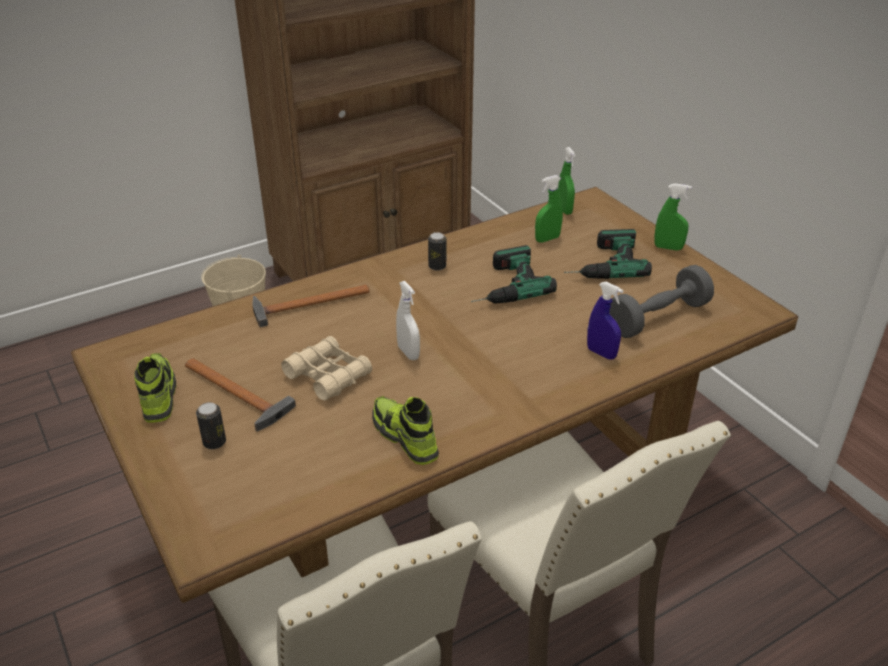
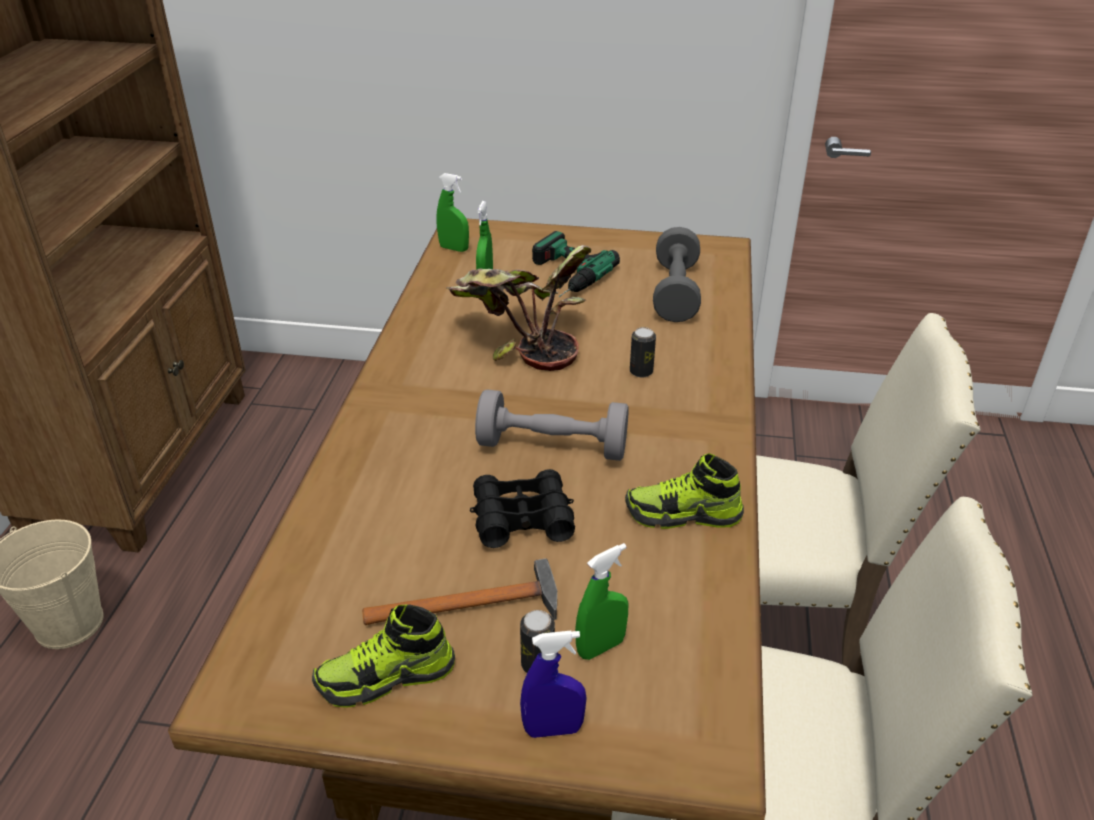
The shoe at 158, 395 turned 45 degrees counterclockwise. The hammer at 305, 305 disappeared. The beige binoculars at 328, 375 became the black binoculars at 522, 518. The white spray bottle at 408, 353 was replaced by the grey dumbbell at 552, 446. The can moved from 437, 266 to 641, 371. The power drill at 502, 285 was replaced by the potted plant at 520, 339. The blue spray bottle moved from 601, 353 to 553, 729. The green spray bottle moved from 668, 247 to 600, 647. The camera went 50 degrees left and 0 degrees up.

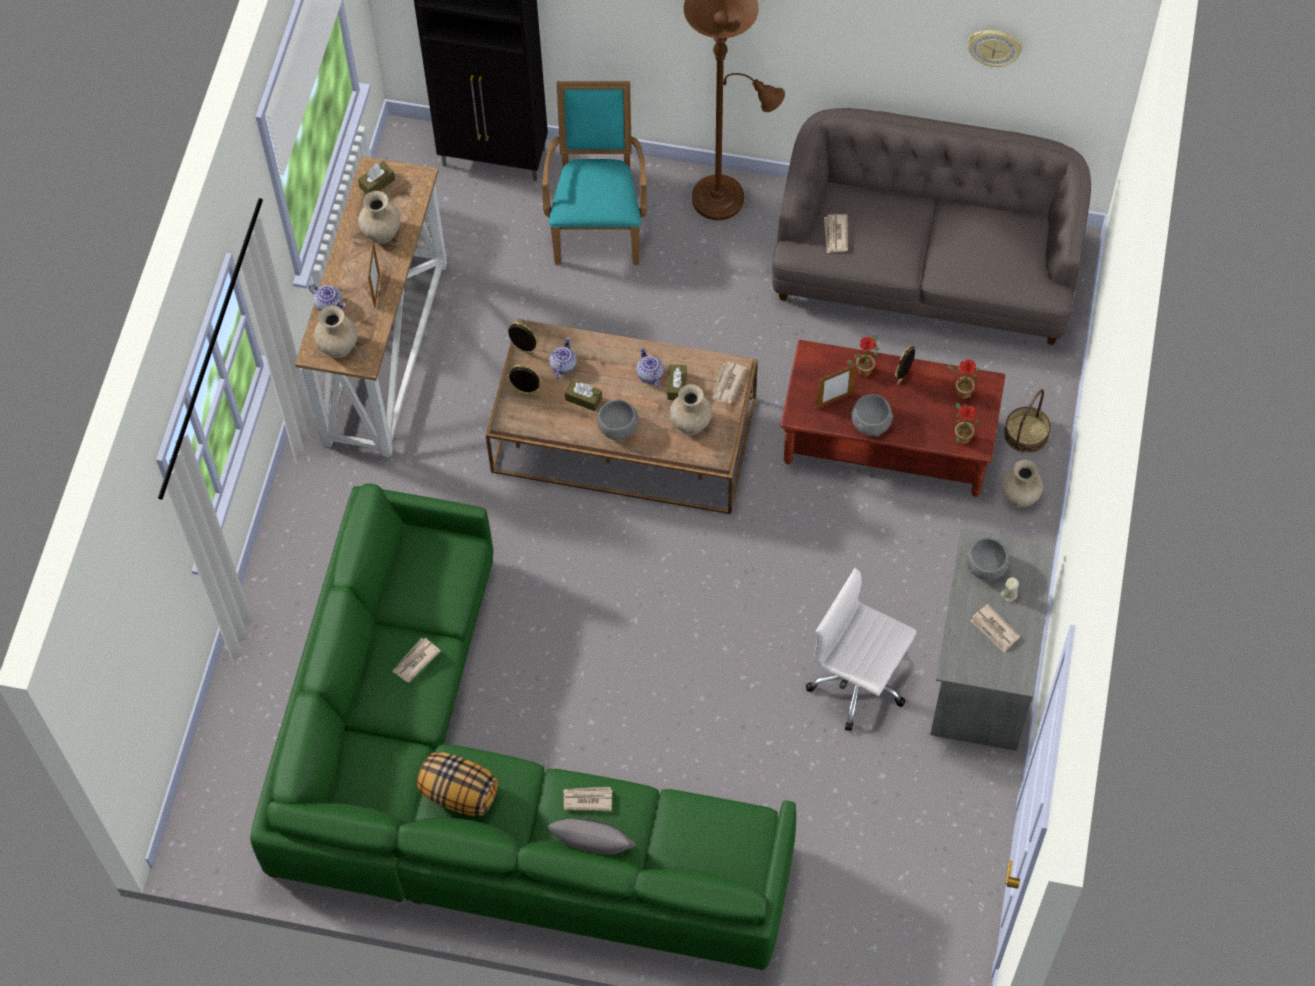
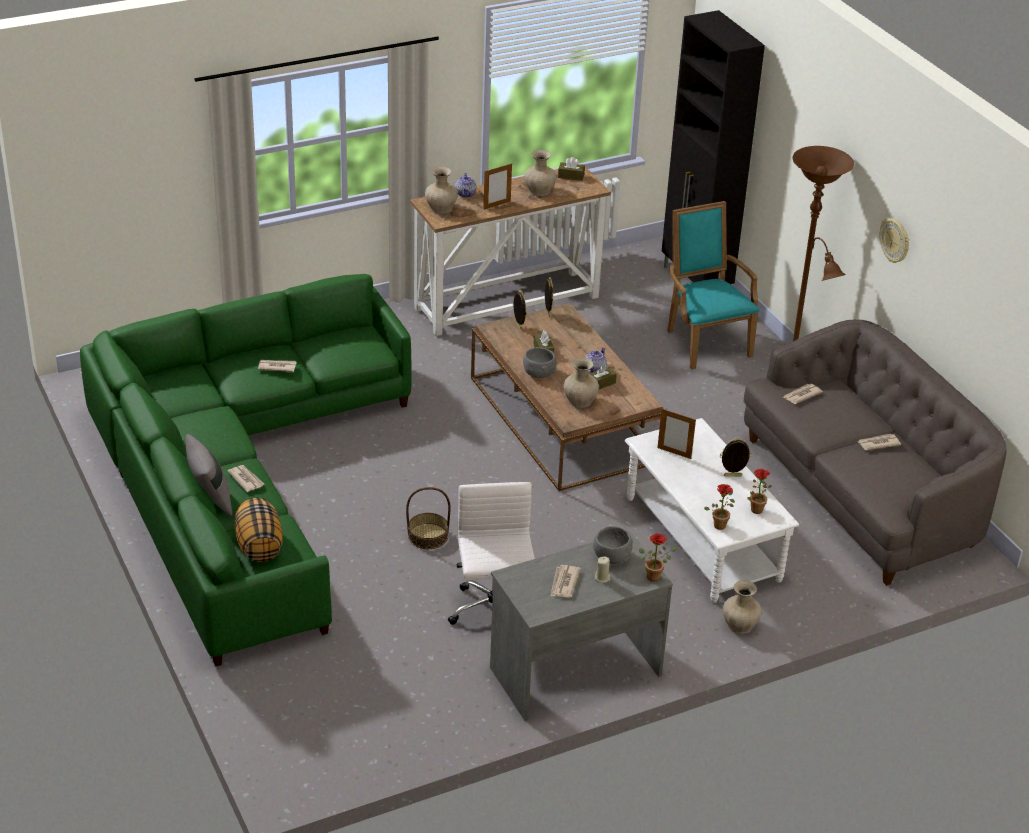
The pillow moved from 458, 793 to 259, 545. The turquoise armchair at 598, 223 turned 75 degrees counterclockwise. The teapot at 563, 365 disappeared. The newspaper moved from 727, 384 to 878, 443. The brown coffee table at 888, 442 became the white coffee table at 702, 539. The potted plant moved from 864, 368 to 655, 576. The grey bowl at 871, 423 disappeared. The wall clock moved from 994, 47 to 895, 241. The basket moved from 1026, 433 to 428, 536. The camera went 50 degrees right and 25 degrees down.

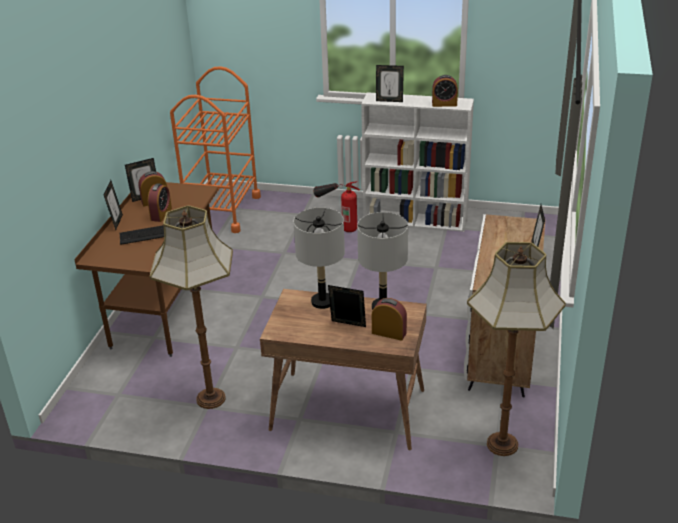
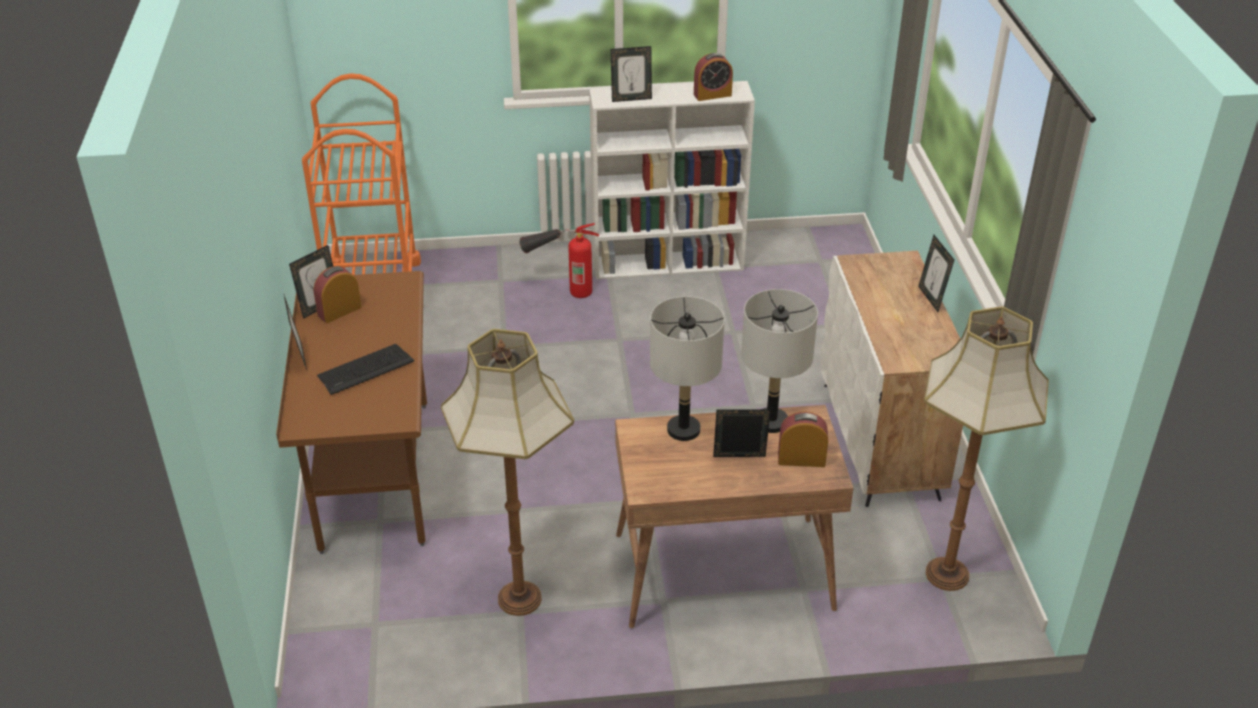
The alarm clock at 161, 214 disappeared. The camera went 20 degrees left and 5 degrees up.

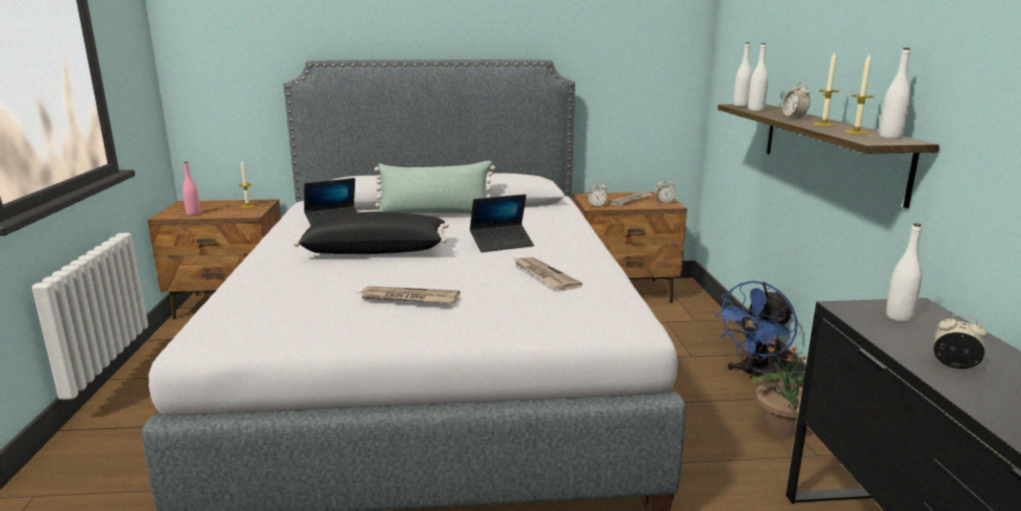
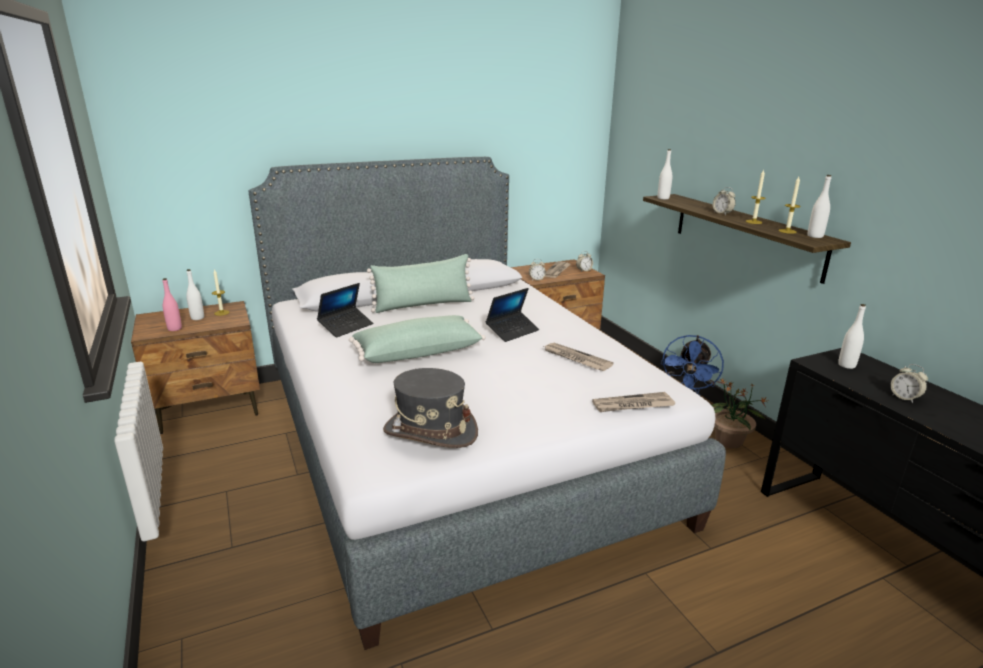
The black pillow at 376, 251 became the green pillow at 417, 352. The newspaper moved from 409, 298 to 632, 405. The white bottle moved from 756, 110 to 197, 318. The alarm clock at 954, 365 turned 135 degrees counterclockwise. The grey hat at 430, 432 appeared. The camera went 20 degrees left and 5 degrees up.

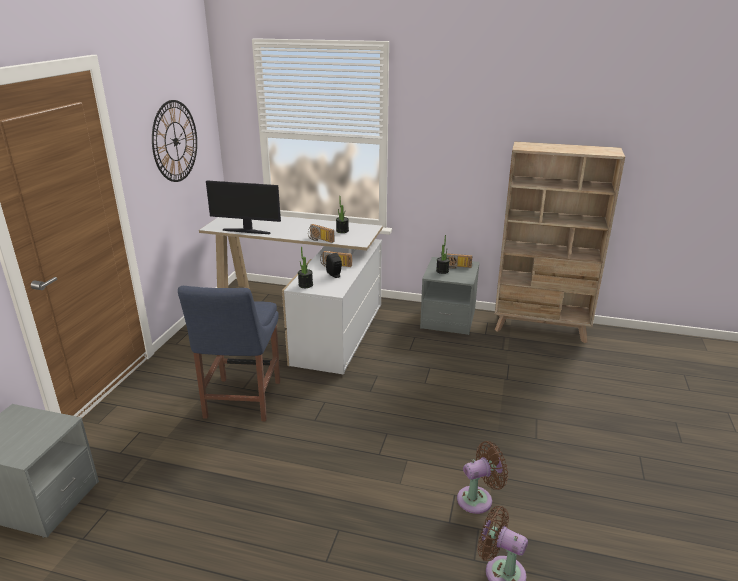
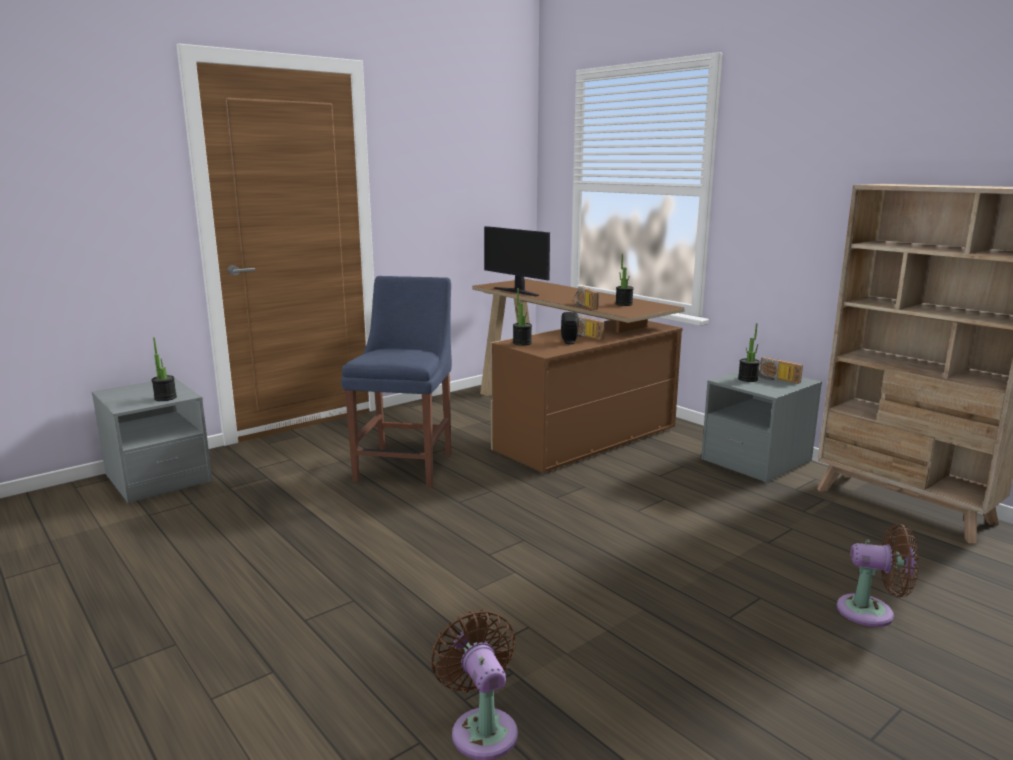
The wall clock at 175, 141 disappeared. The blue chair at 241, 402 turned 150 degrees clockwise. The white desk at 305, 320 became the brown desk at 564, 419. The brown fan moved from 478, 499 to 871, 612. The potted plant at 165, 398 appeared. The camera went 35 degrees right and 10 degrees down.

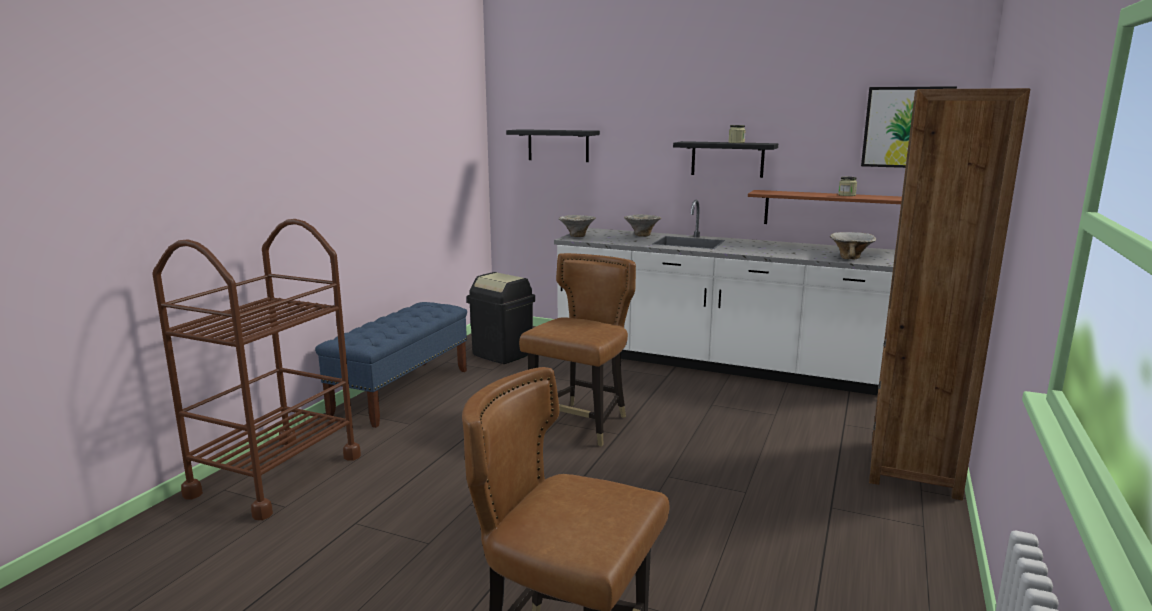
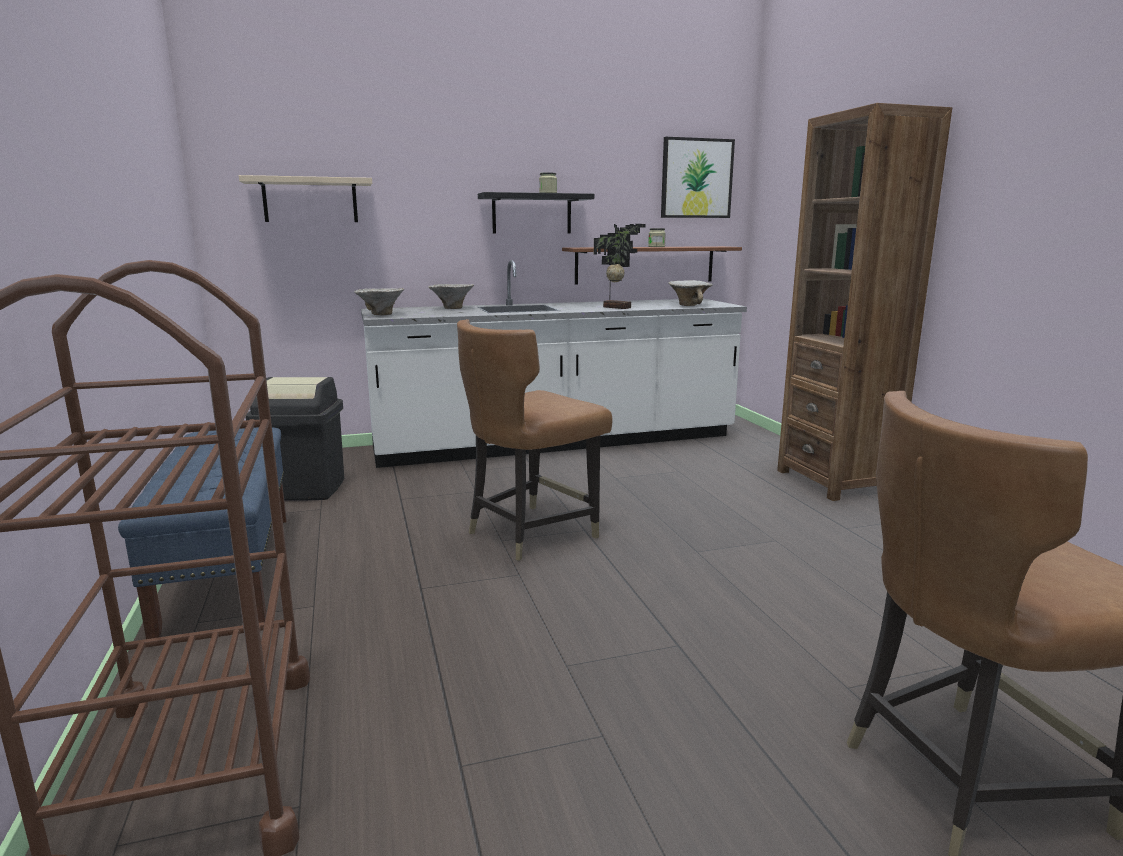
The black shelf at 558, 145 became the beige shelf at 310, 200. The brown chair at 581, 424 turned 120 degrees counterclockwise. The potted plant at 617, 307 appeared. The camera went 40 degrees left and 0 degrees up.

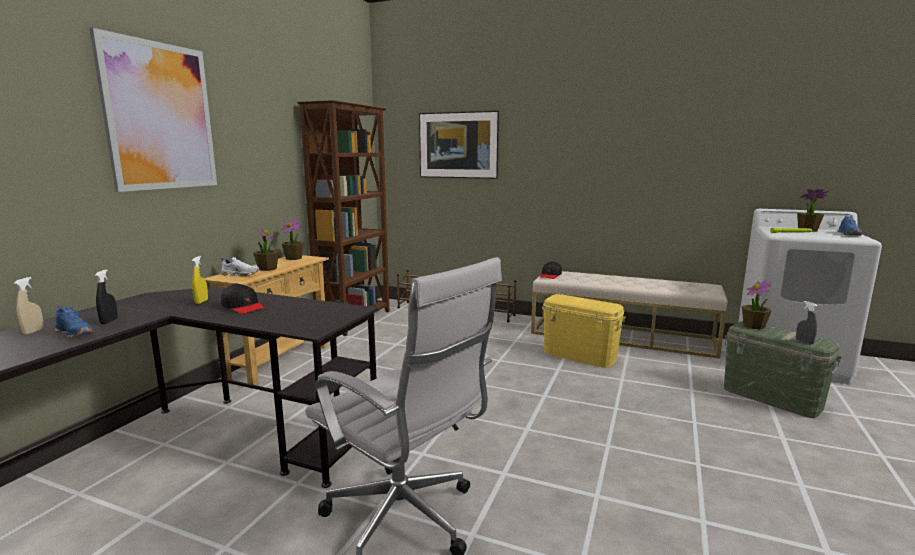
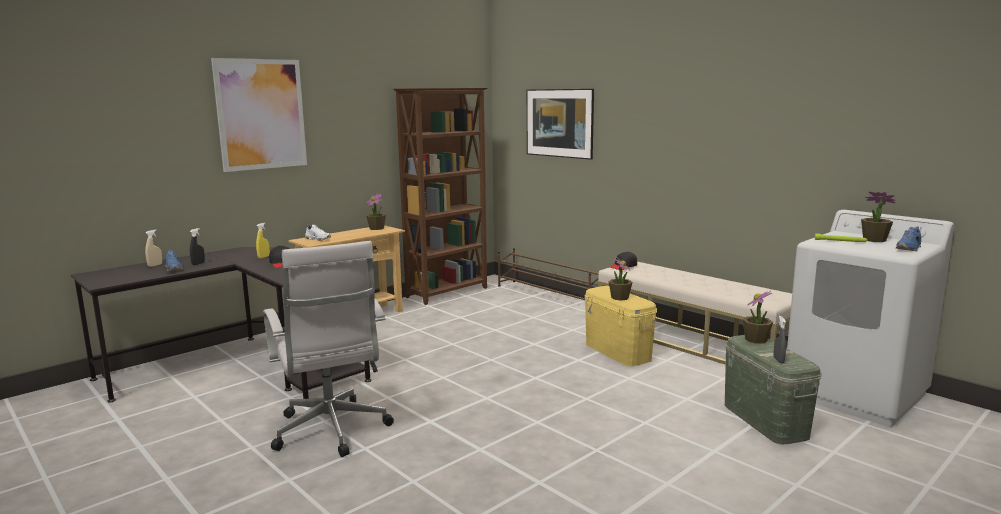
The potted plant moved from 267, 269 to 619, 297. The camera went 25 degrees right and 0 degrees up.

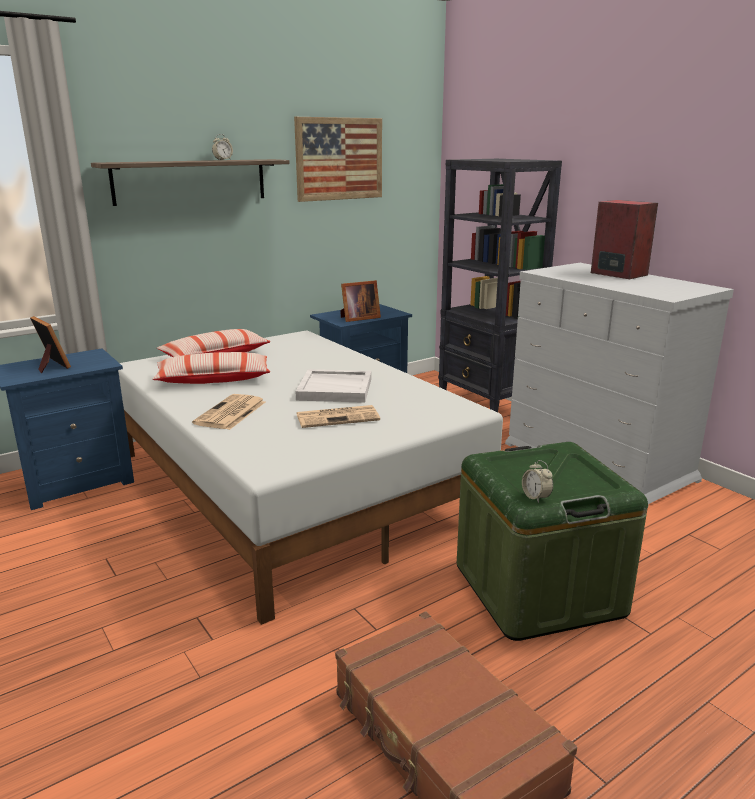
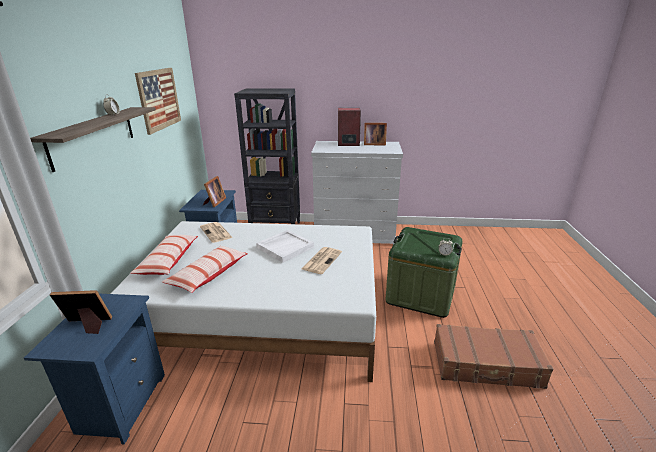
The newspaper moved from 230, 413 to 216, 232. The picture frame at 373, 144 appeared. The camera went 50 degrees left and 5 degrees up.

